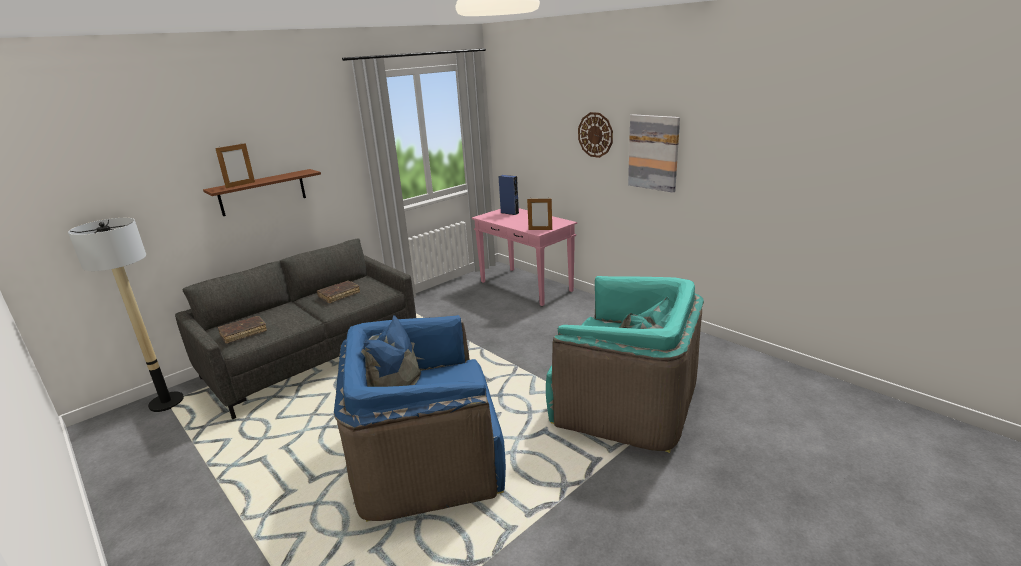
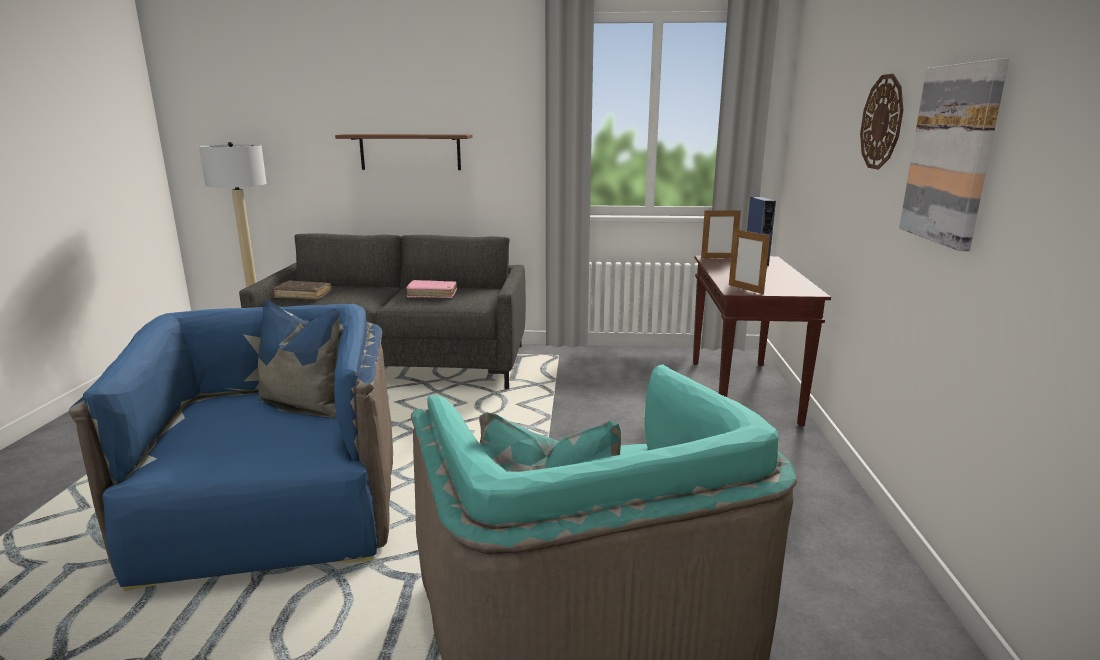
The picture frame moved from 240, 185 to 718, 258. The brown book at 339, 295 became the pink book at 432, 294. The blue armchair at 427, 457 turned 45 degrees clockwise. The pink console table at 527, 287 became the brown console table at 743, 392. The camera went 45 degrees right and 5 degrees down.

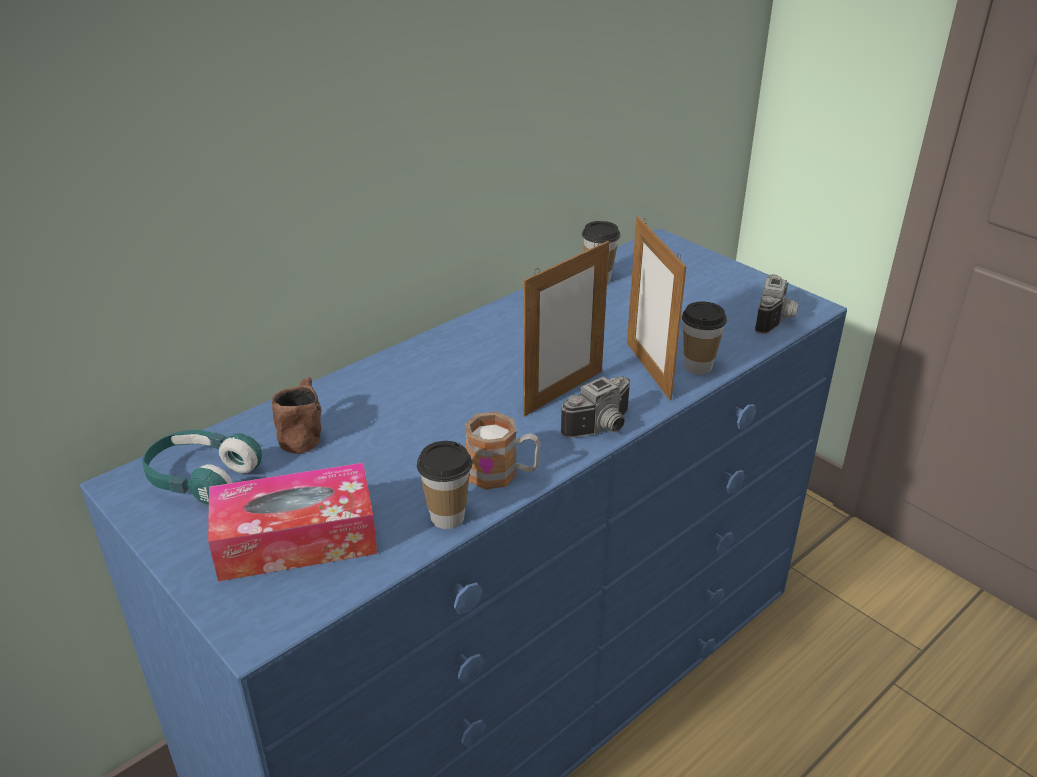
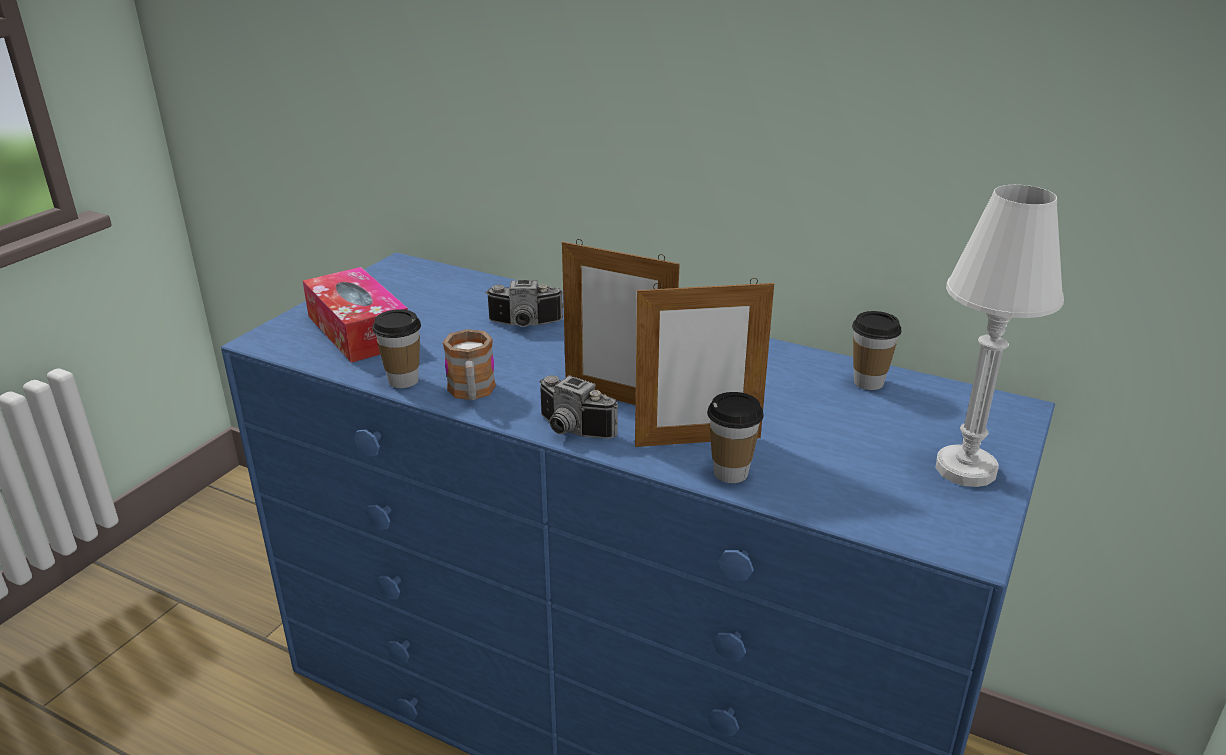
The turquoise headphones at 202, 479 disappeared. The brown mug at 303, 432 disappeared. The picture frame at 648, 370 turned 150 degrees counterclockwise. The photo camera moved from 776, 319 to 524, 325. The white table lamp at 965, 469 appeared. The camera went 70 degrees right and 5 degrees down.

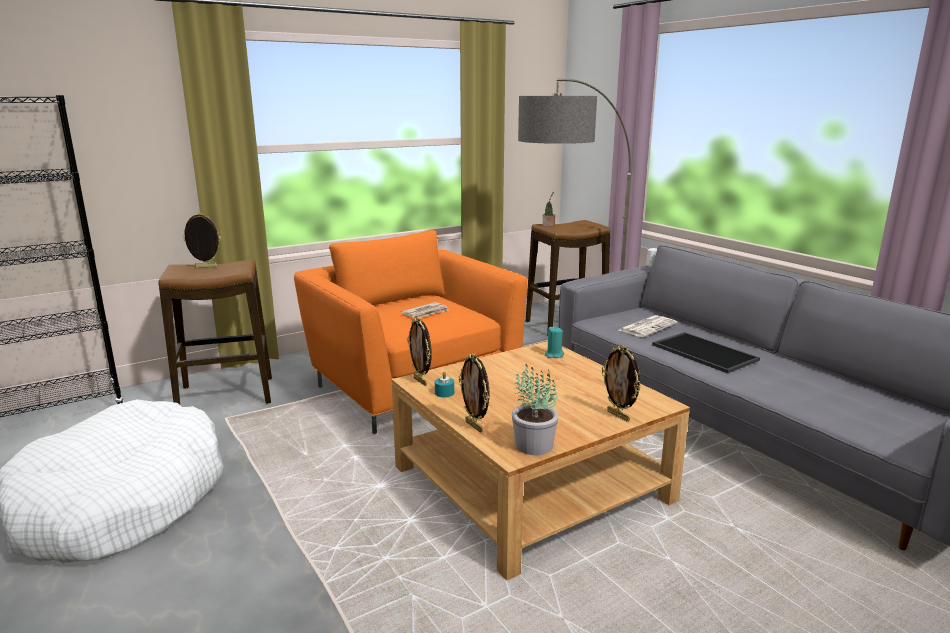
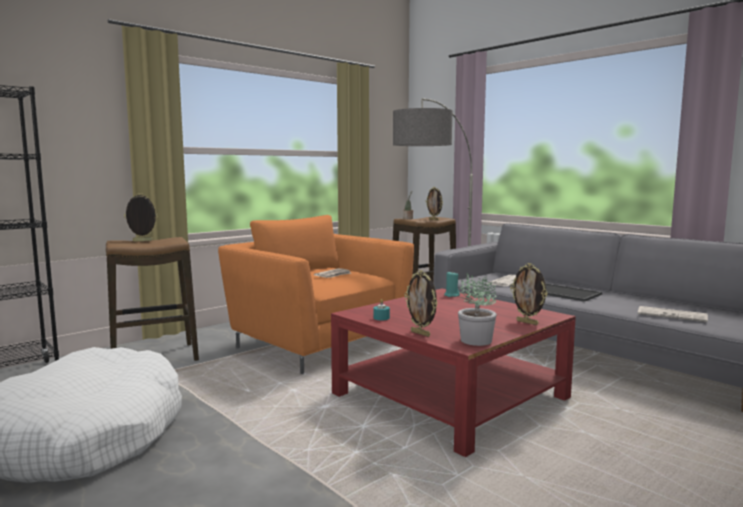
The beige coffee table at 530, 483 became the red coffee table at 450, 396. The picture frame moved from 421, 381 to 434, 220. The newspaper at 673, 315 appeared. The camera went 10 degrees left and 10 degrees down.

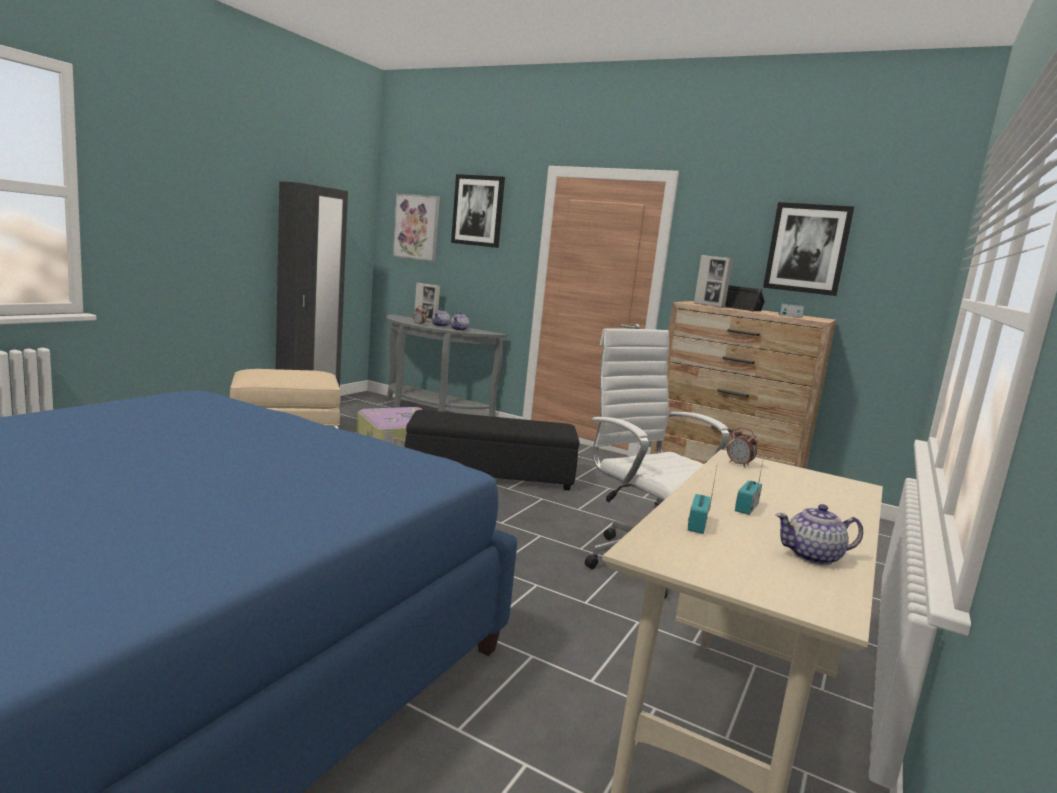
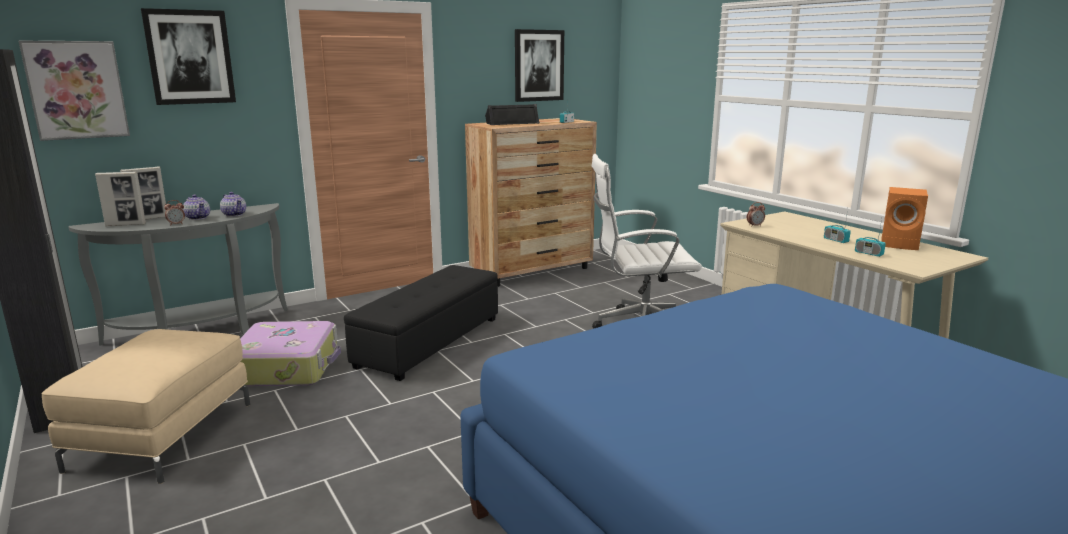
The picture frame moved from 709, 305 to 125, 224. The teapot at 813, 557 was replaced by the orange speaker at 901, 244. The camera went 60 degrees left and 5 degrees up.

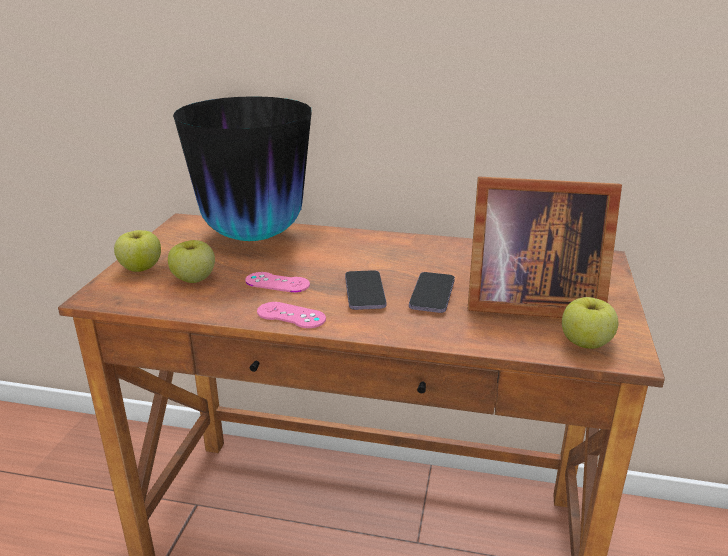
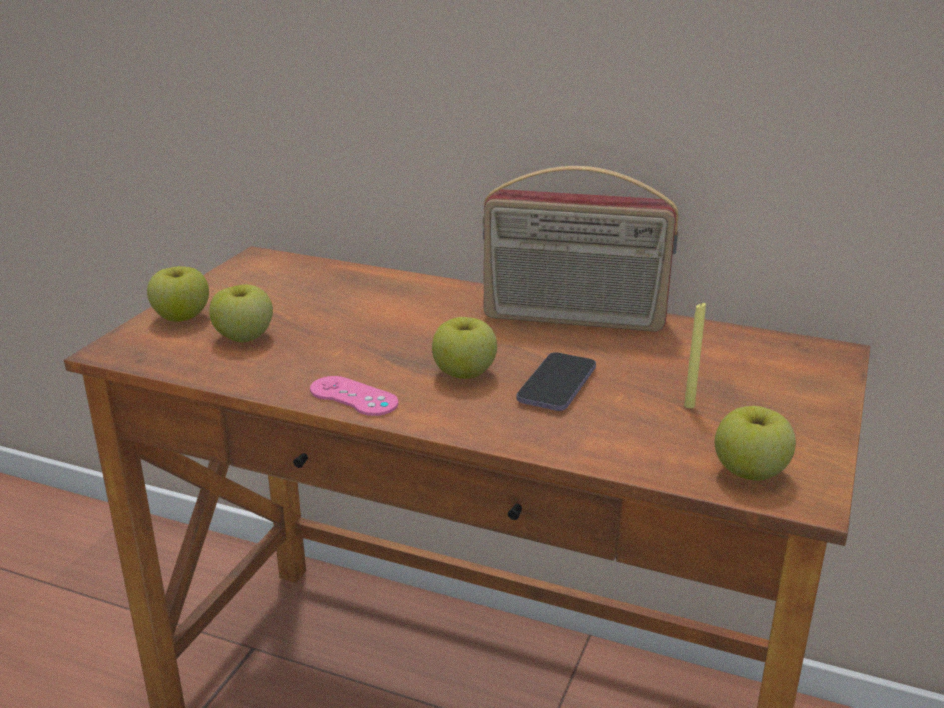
The vase at 254, 236 disappeared. The pink game controller at 277, 283 disappeared. The phone at 365, 292 was replaced by the apple at 464, 374. The picture frame at 526, 301 was replaced by the yellow candle at 689, 405. The radio at 573, 319 appeared. The camera went 10 degrees right and 0 degrees up.

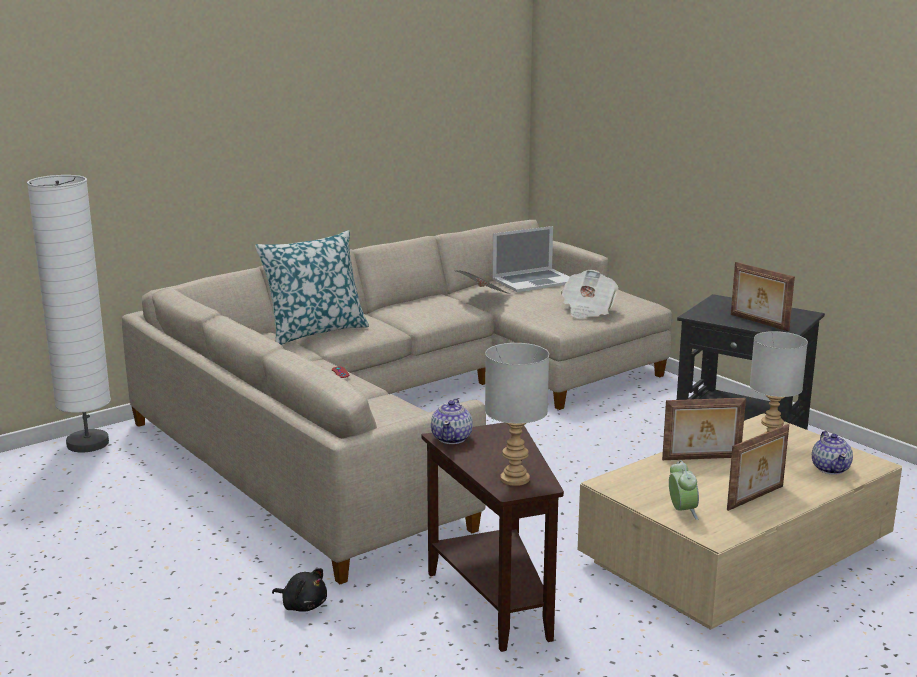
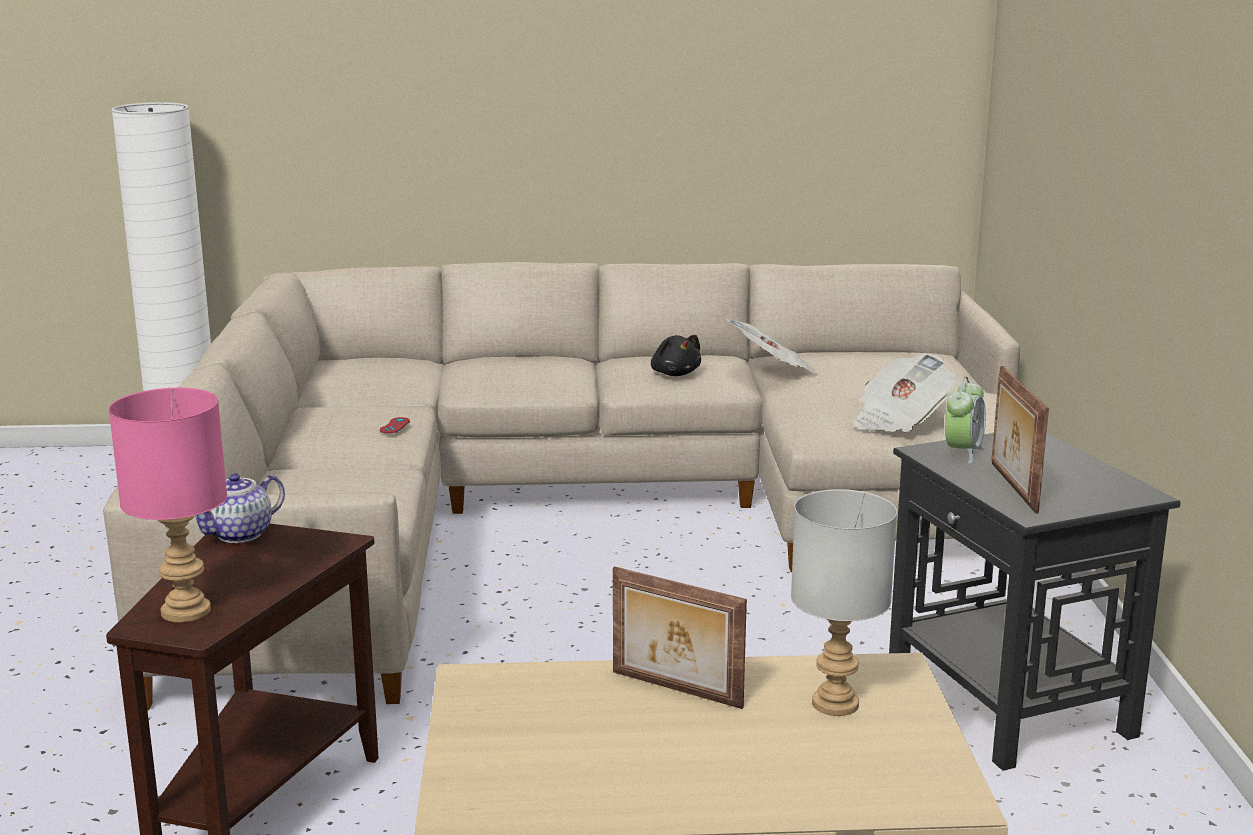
The pillow at 315, 331 disappeared. The black plush toy moved from 303, 605 to 675, 373. The grey table lamp at 514, 478 became the pink table lamp at 187, 610. The laptop at 534, 281 disappeared. The alarm clock moved from 682, 511 to 963, 453. The picture frame at 756, 498 disappeared. The teapot at 830, 468 disappeared. The camera went 35 degrees right and 0 degrees up.

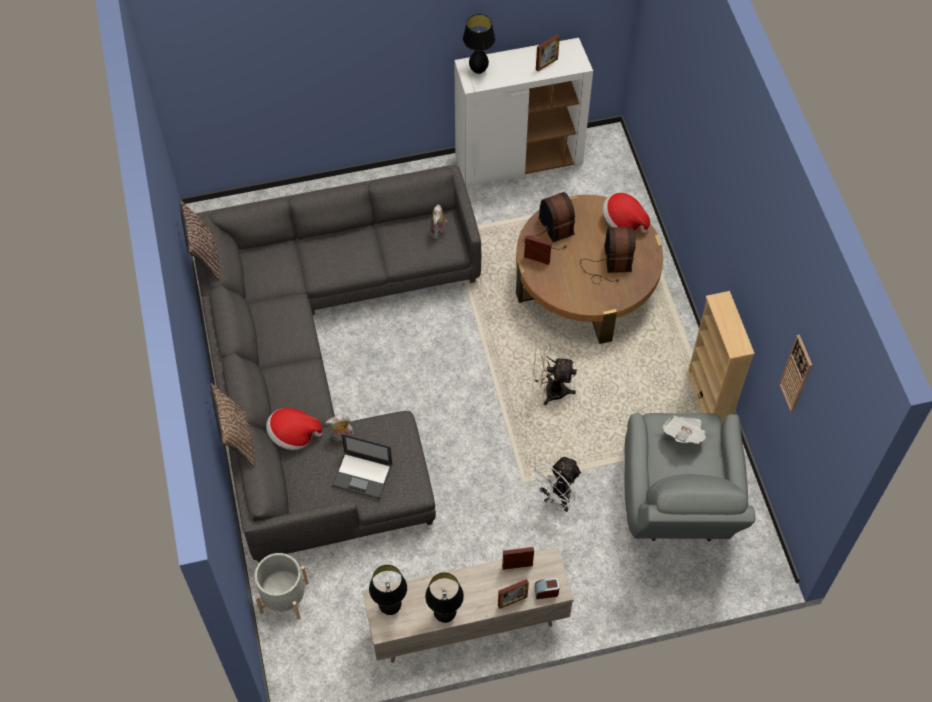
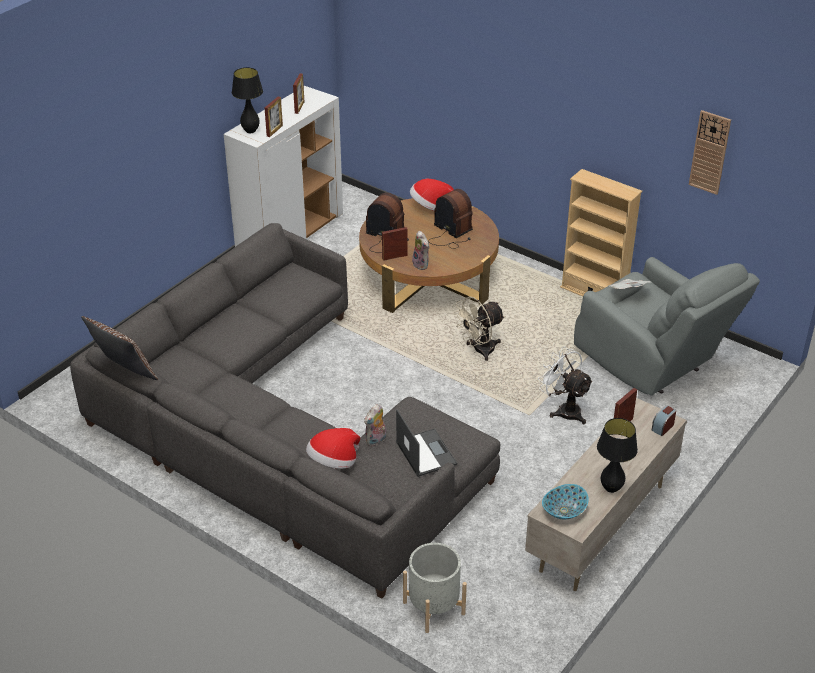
The brown pillow at 237, 439 disappeared. The laptop at 363, 475 turned 90 degrees counterclockwise. The black table lamp at 390, 608 was replaced by the bowl at 564, 511. The plush toy moved from 438, 232 to 422, 264. The picture frame moved from 512, 601 to 274, 131. The white fan at 555, 498 turned 135 degrees clockwise. The camera went 40 degrees left and 20 degrees down.

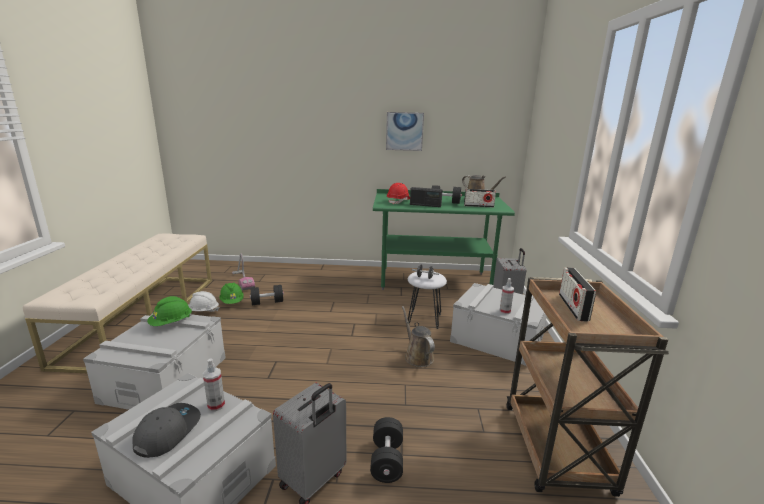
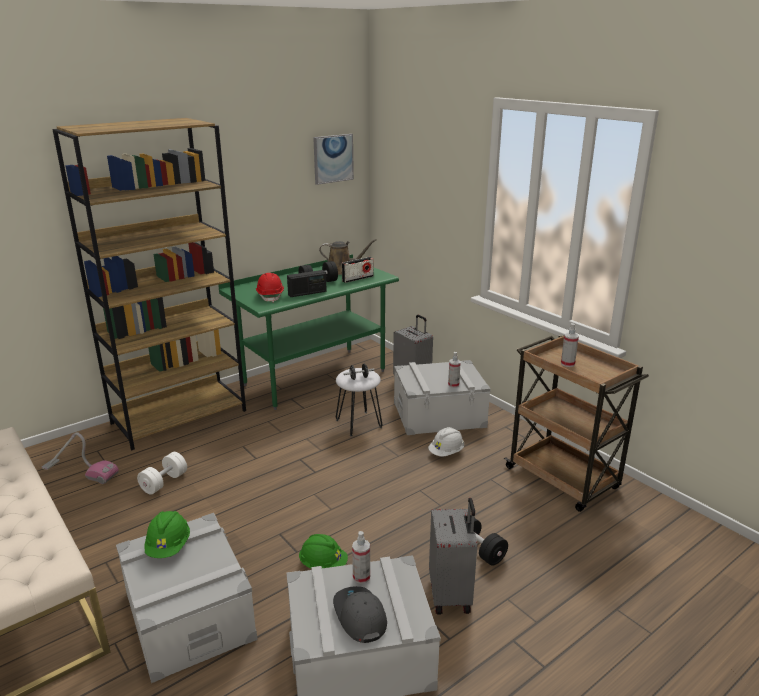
The white hard hat moved from 203, 311 to 446, 452. The green hard hat moved from 232, 302 to 323, 565. The black dumbbell at 267, 302 became the white dumbbell at 164, 482. The picture moved from 404, 131 to 333, 158. The brown watering can at 417, 356 disappeared. The radio at 573, 307 was replaced by the spray bottle at 567, 364. The brown bookcase at 180, 416 appeared. The camera went 40 degrees left and 5 degrees up.

